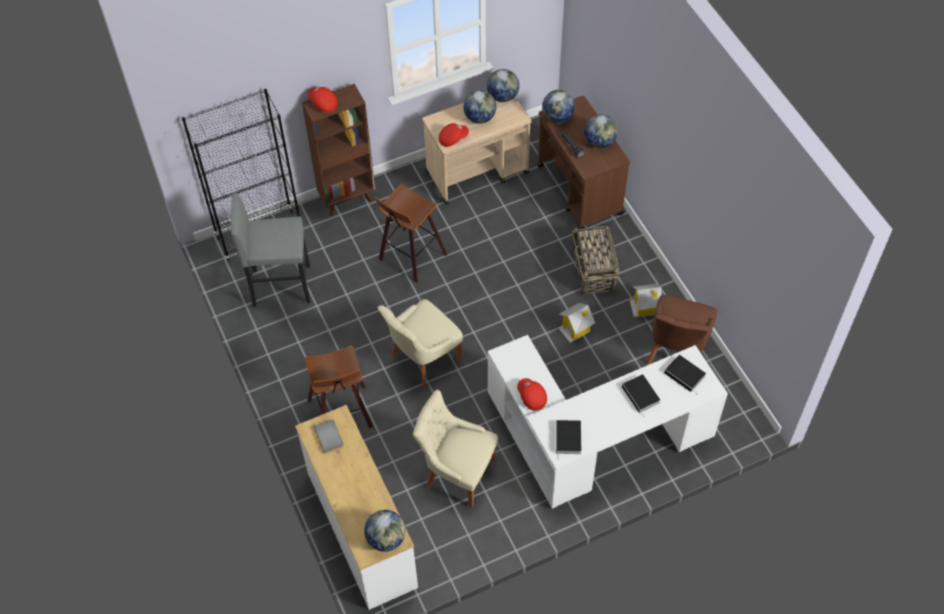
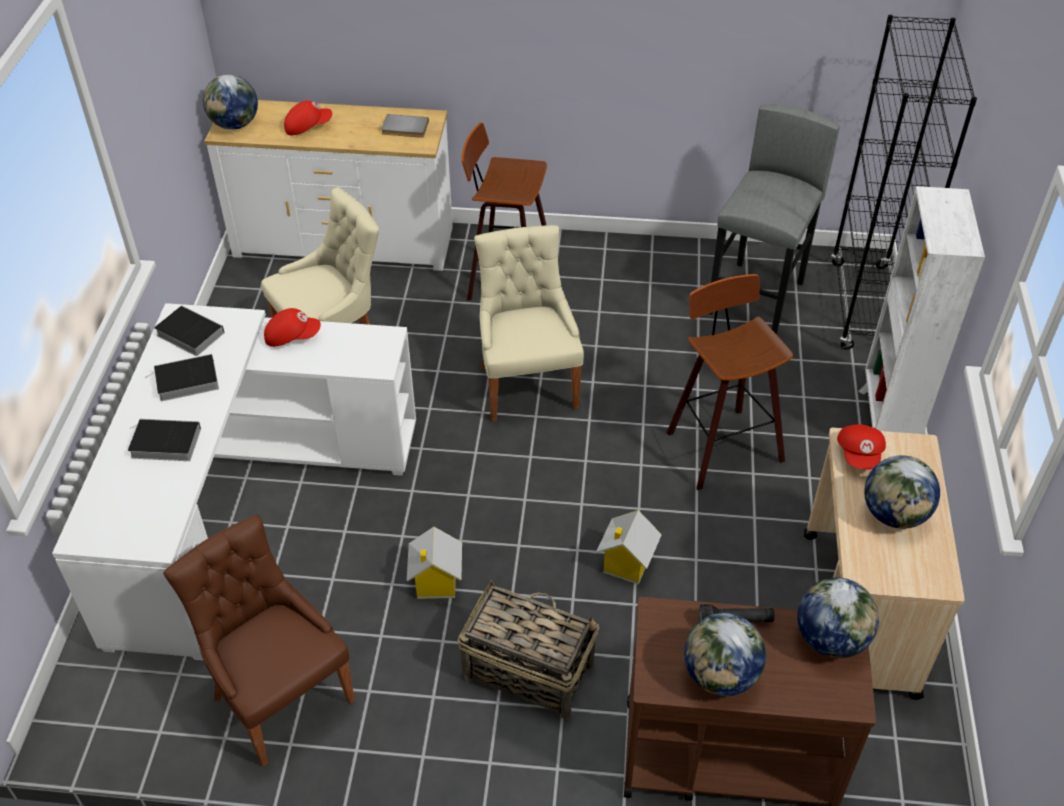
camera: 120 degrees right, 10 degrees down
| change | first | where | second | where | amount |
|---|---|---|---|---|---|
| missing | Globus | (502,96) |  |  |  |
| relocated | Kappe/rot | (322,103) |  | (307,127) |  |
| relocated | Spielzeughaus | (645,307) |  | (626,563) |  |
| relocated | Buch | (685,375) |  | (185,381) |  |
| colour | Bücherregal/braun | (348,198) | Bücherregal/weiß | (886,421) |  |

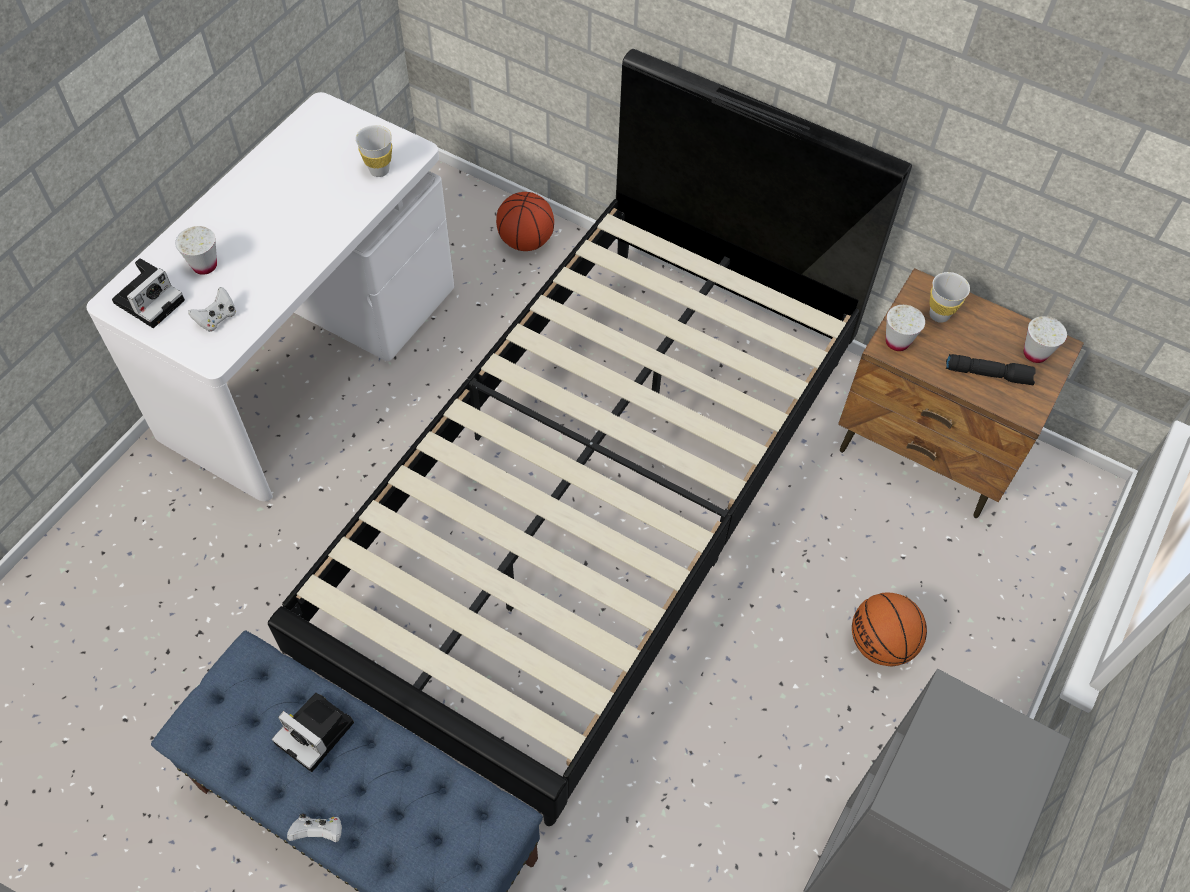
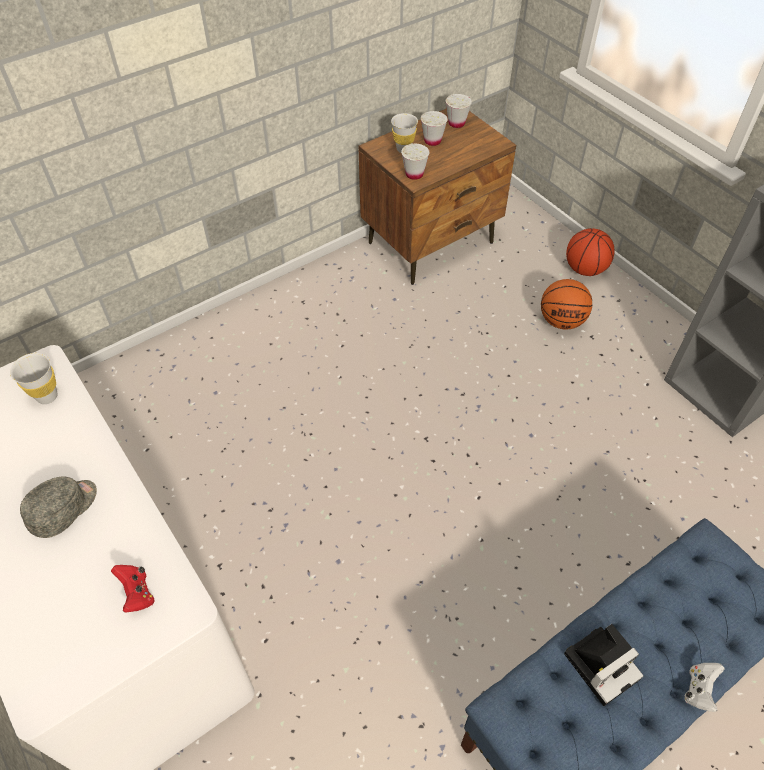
camera: 65 degrees left, 5 degrees down
| change | first | where | second | where | amount |
|---|---|---|---|---|---|
| missing | Kamera | (150,299) |  |  |  |
| missing | Bett/schwarz | (593,500) |  |  |  |
| missing | Taschenlampe/schwarz | (988,374) |  |  |  |
| appeared |  |  | Kappe/grau | (64,509) |  |
| relocated | Tasse/weiß | (205,265) |  | (432,141) |  |
| relocated | Basketball | (526,241) |  | (584,269) |  |
| colour | Gamepad/weiß | (217,318) | Gamepad/rot | (137,593) |  |

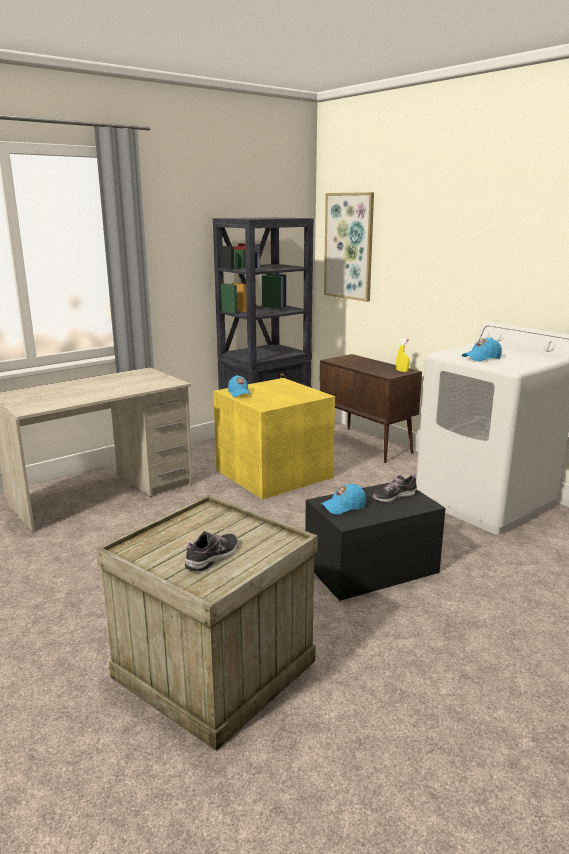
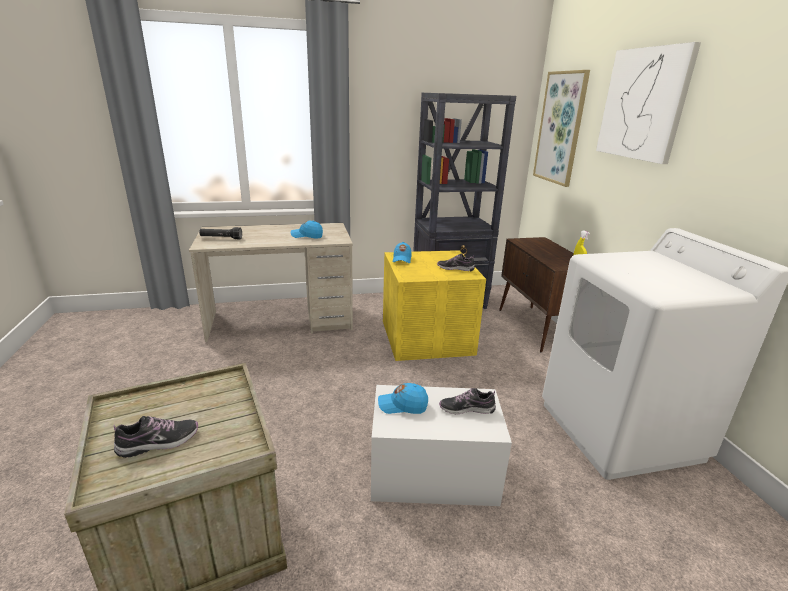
camera: 25 degrees right, 5 degrees up
| change | first | where | second | where | amount |
|---|---|---|---|---|---|
| appeared |  |  | Taschenlampe/schwarz | (221,238) |  |
| appeared |  |  | Schuh | (455,268) |  |
| appeared |  |  | Bild | (643,104) |  |
| relocated | Kappe/blau | (481,358) |  | (307,236) |  |
| colour | Aufbewahrungsbox/schwarz | (371,567) | Aufbewahrungsbox/weiß | (433,472) |  |

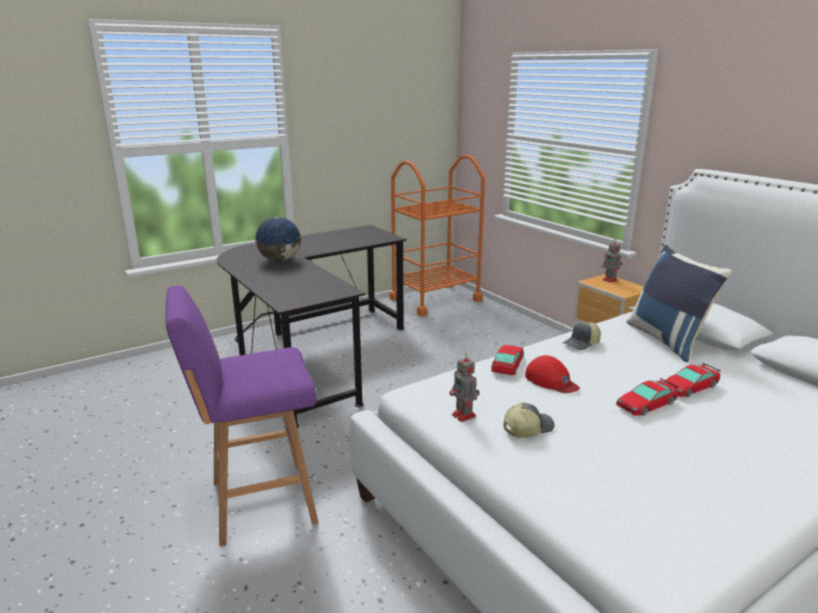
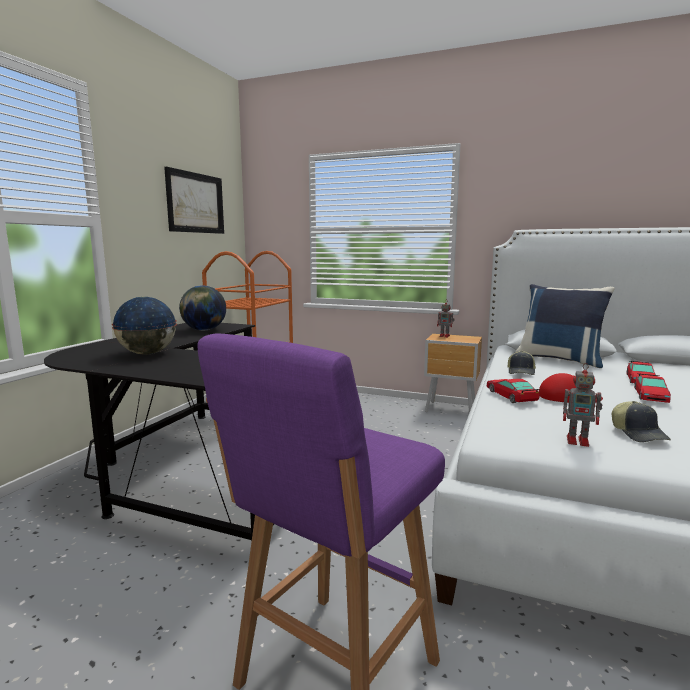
camera: 35 degrees left, 10 degrees down
| change | first | where | second | where | amount |
|---|---|---|---|---|---|
| appeared |  |  | Bild | (195,203) |  |
| appeared |  |  | Globus | (204,330) |  |
| spun | Kappe | (527,428) |  | (639,434) | 150 degrees clockwise |

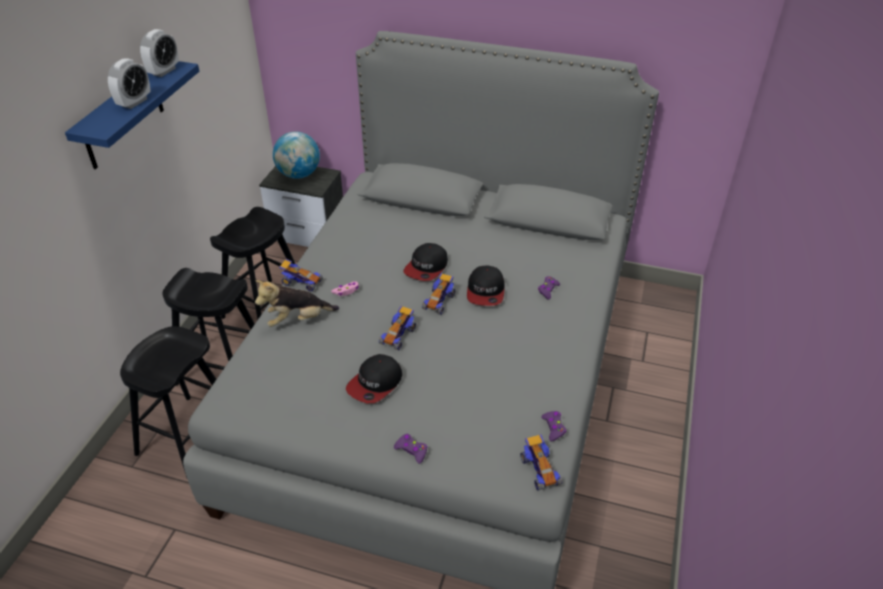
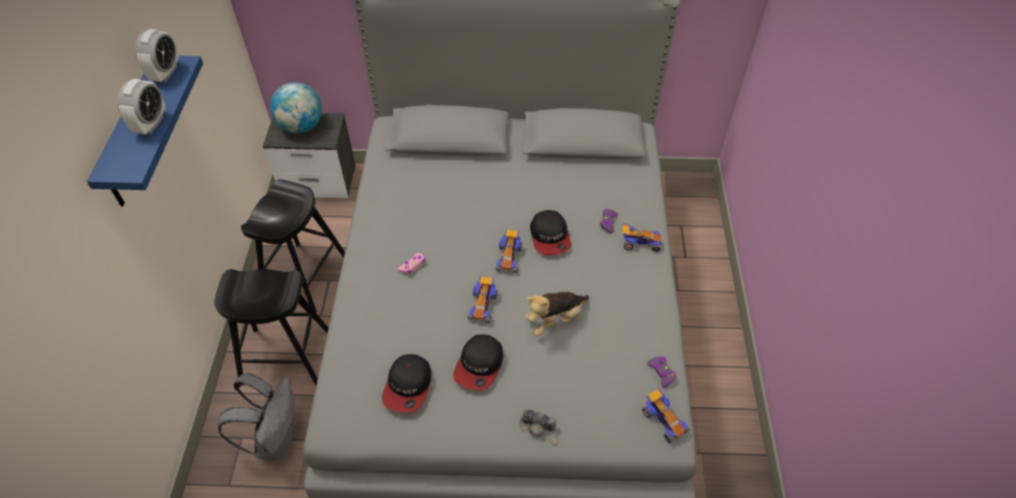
camera: 15 degrees left, 10 degrees up
| change | first | where | second | where | amount |
|---|---|---|---|---|---|
| relocated | Plüschtier | (298,319) |  | (555,319) |  |
| relocated | Spielzeugauto | (301,282) |  | (640,243) |  |
| relocated | Kappe | (426,267) |  | (408,386) |  |
| exchanged | Hocker/schwarz | (188,436) | Rucksack/grau | (276,438) |  |
| exchanged | Gamepad/lila | (411,450) | Kamera | (540,430) |  |

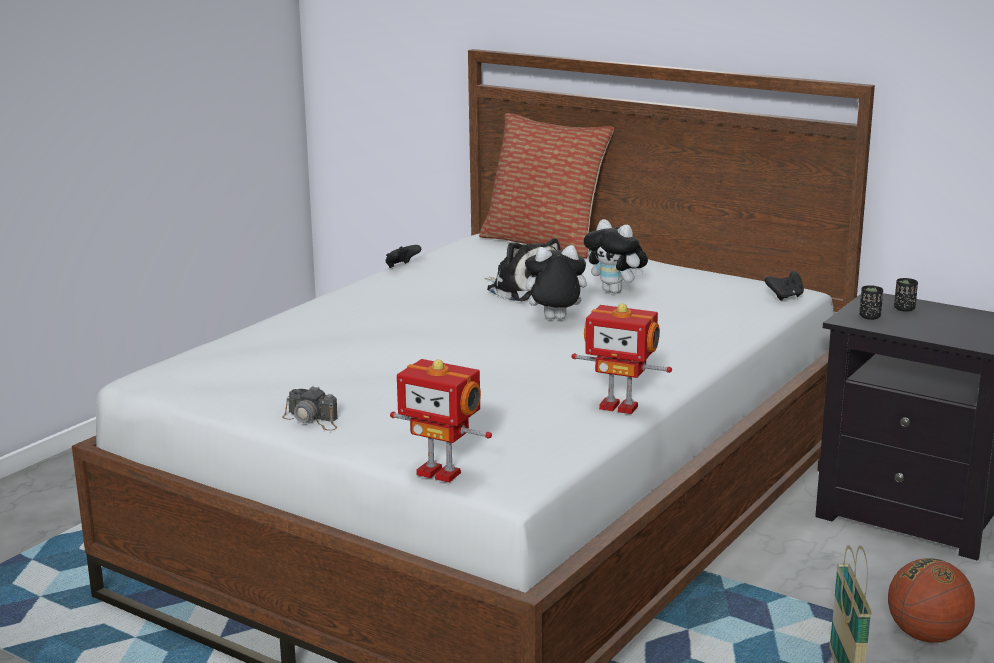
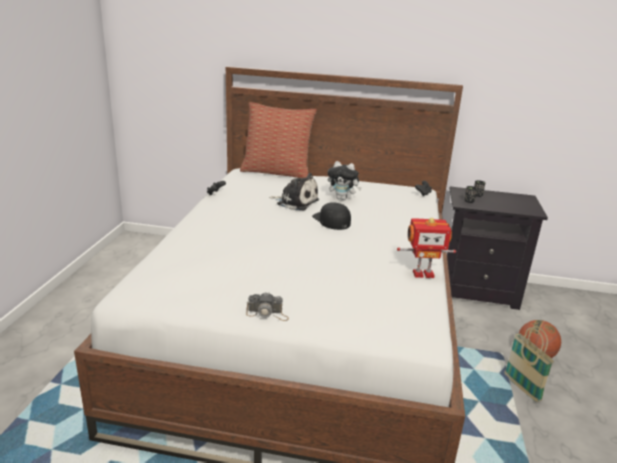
camera: 25 degrees left, 5 degrees up
| change | first | where | second | where | amount |
|---|---|---|---|---|---|
| missing | Spielzeugroboter | (440,472) |  |  |  |
| exchanged | Plüschtier | (554,320) | Kappe/schwarz | (331,220) |  |

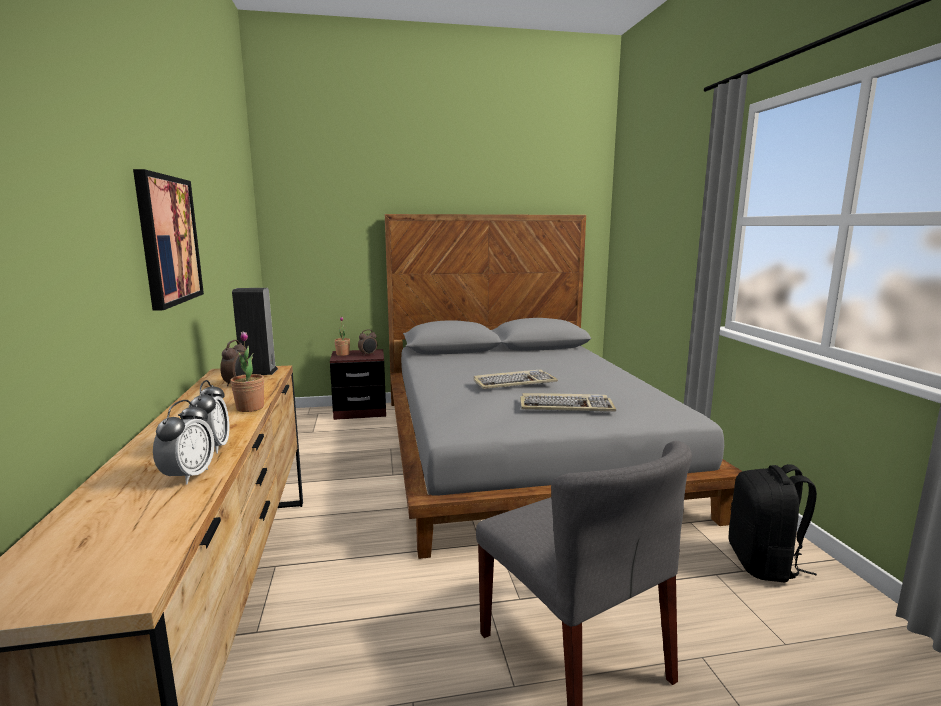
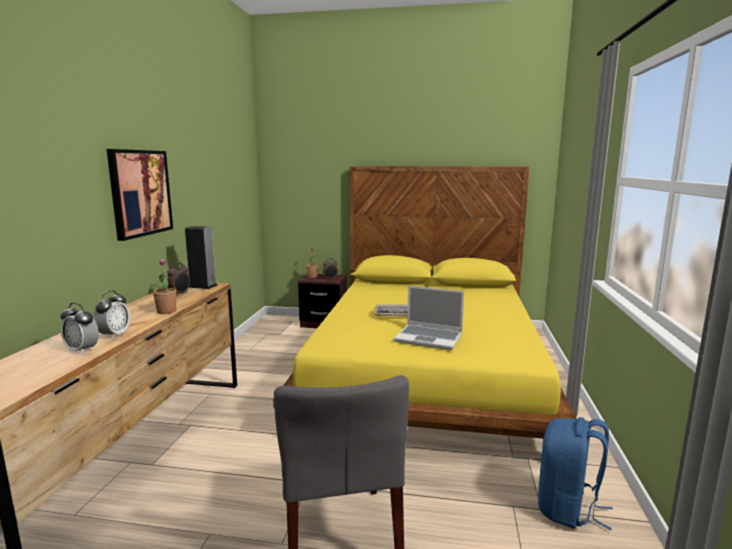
camera: 20 degrees right, 0 degrees up
| change | first | where | second | where | amount |
|---|---|---|---|---|---|
| exchanged | Tastatur | (566,406) | Laptop | (429,338) |  |
| colour | Bett/grau | (521,449) | Bett/gelb | (427,371) |  |
| colour | Rucksack/schwarz | (764,563) | Rucksack/blau | (568,508) |  |
| spun | Wecker | (188,476) |  | (82,350) | 90 degrees clockwise |

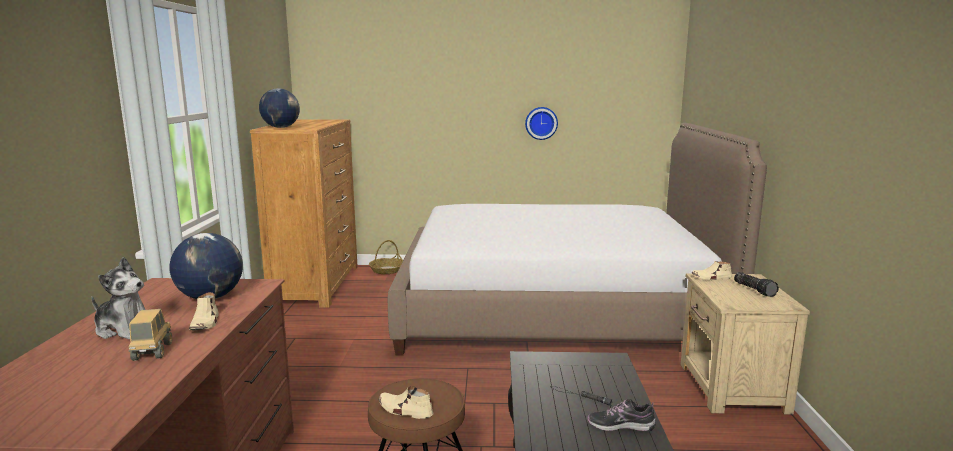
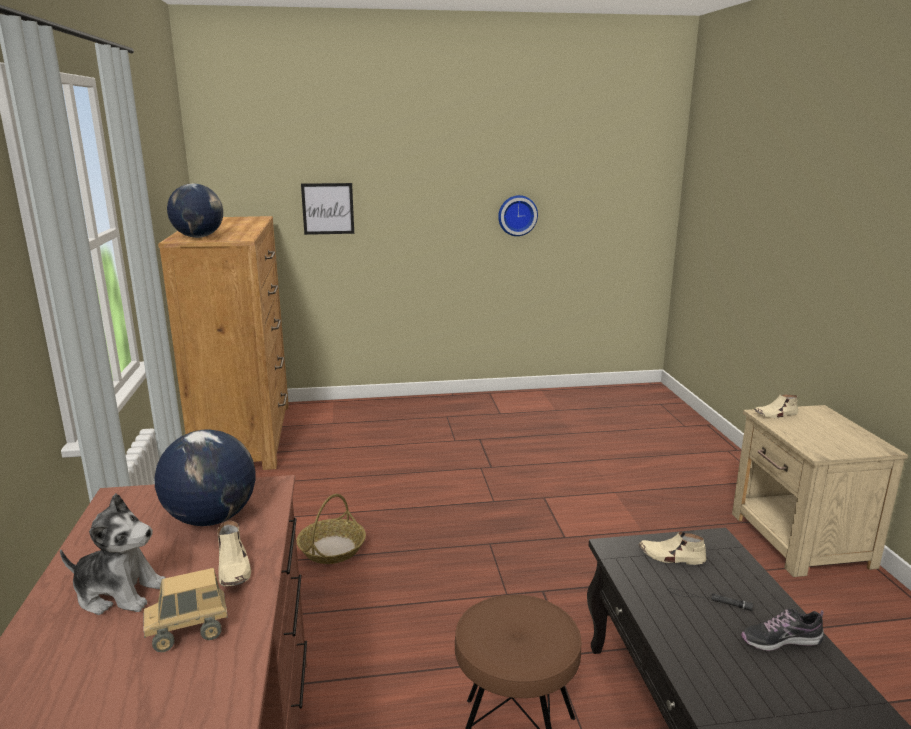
camera: 10 degrees left, 5 degrees up
| change | first | where | second | where | amount |
|---|---|---|---|---|---|
| missing | Bett | (555,311) |  |  |  |
| missing | Taschenlampe | (755,290) |  |  |  |
| appeared |  |  | Bild | (328,208) |  |
| relocated | Korb | (387,270) |  | (332,548) |  |
| relocated | Schuh/beige | (405,410) |  | (671,557) |  |
| spun | Spielzeuglaster | (152,352) |  | (188,633) | 90 degrees counterclockwise |

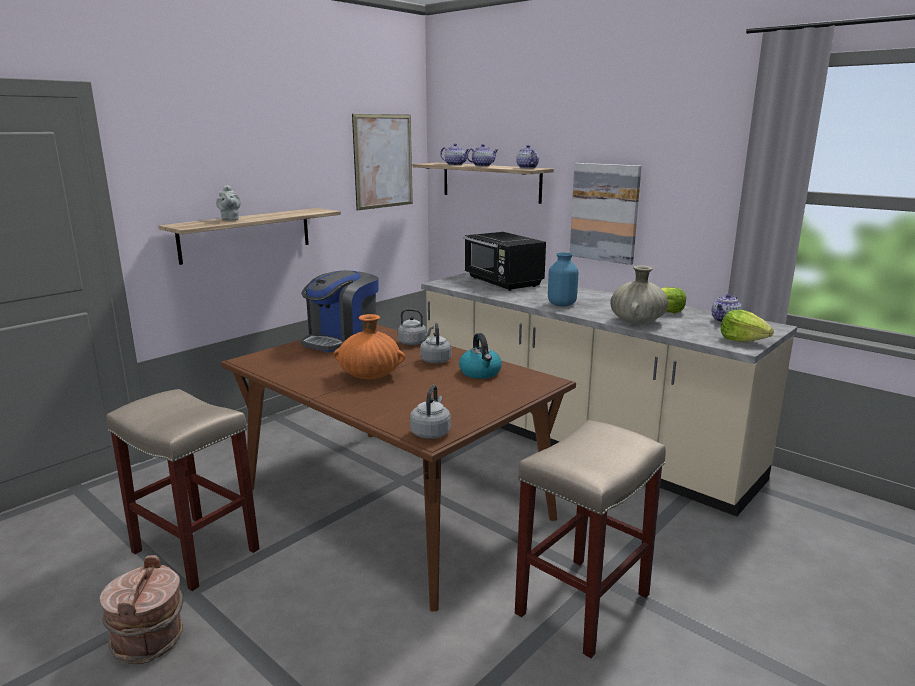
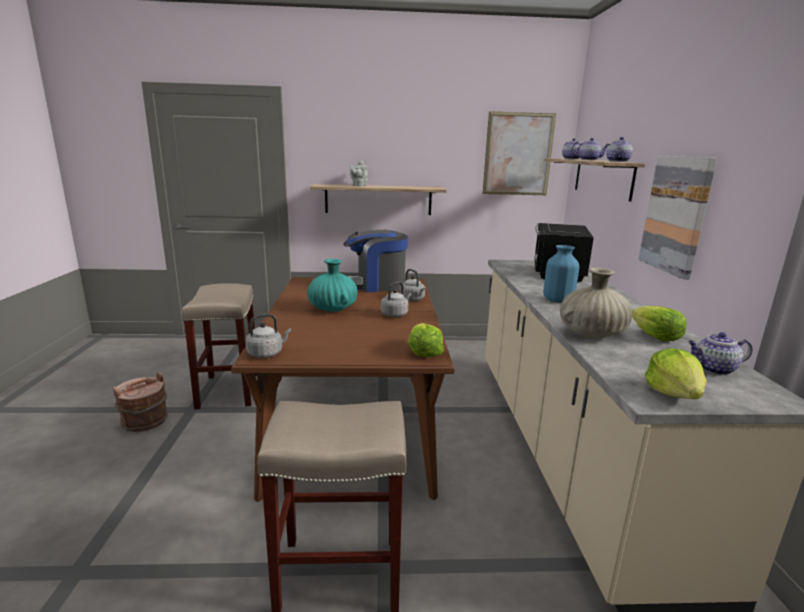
camera: 45 degrees right, 0 degrees up
| change | first | where | second | where | amount |
|---|---|---|---|---|---|
| missing | Wasserkessel | (480,373) |  |  |  |
| appeared |  |  | Salatkopf | (424,352) |  |
| colour | Vase/orange | (370,375) | Vase/türkis | (333,309) |  |

